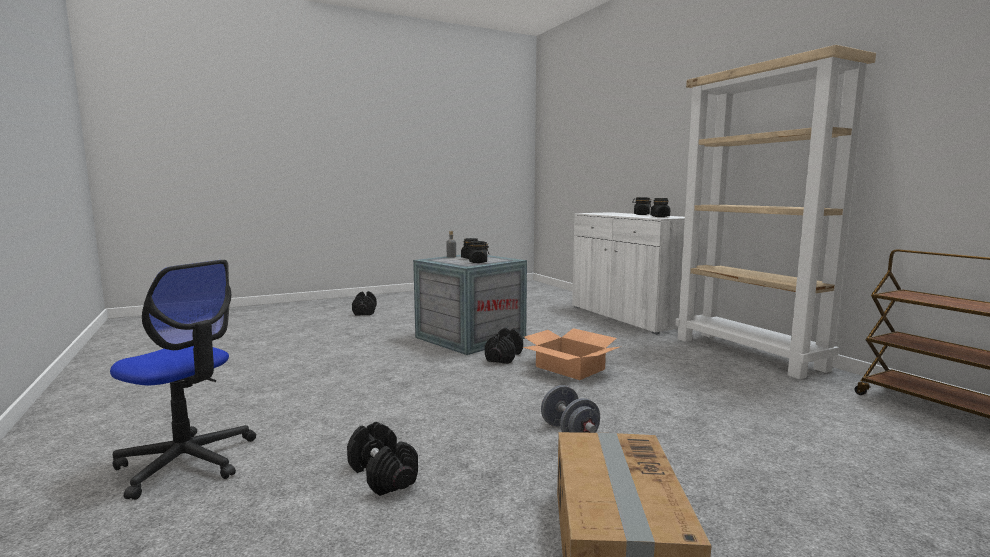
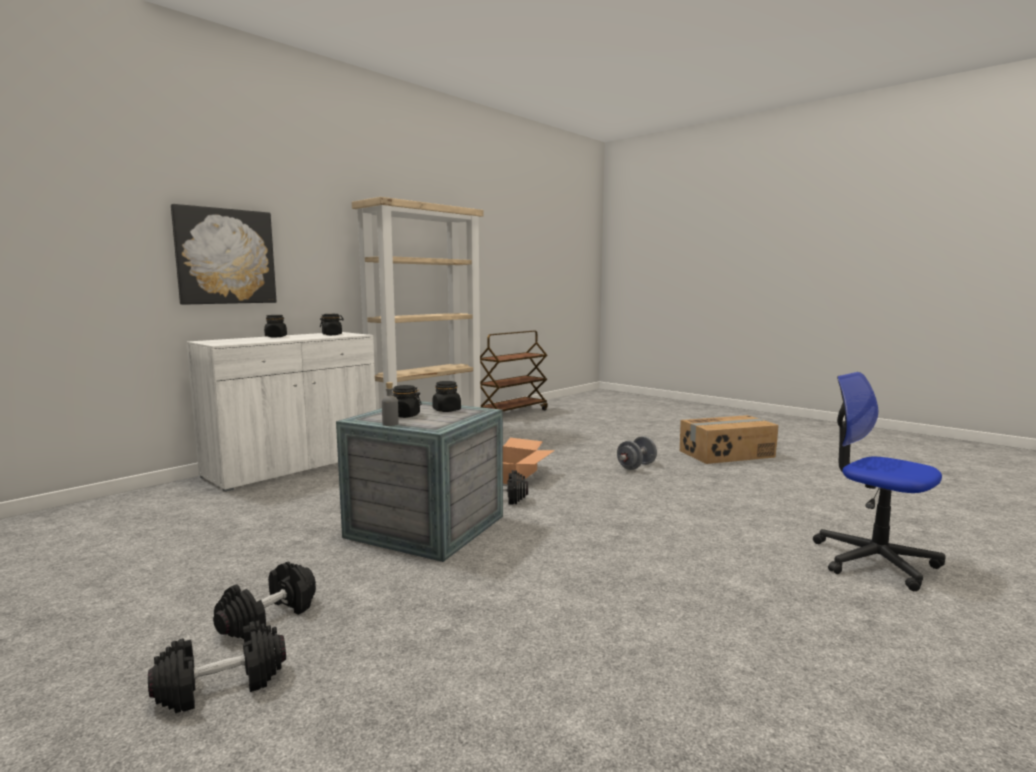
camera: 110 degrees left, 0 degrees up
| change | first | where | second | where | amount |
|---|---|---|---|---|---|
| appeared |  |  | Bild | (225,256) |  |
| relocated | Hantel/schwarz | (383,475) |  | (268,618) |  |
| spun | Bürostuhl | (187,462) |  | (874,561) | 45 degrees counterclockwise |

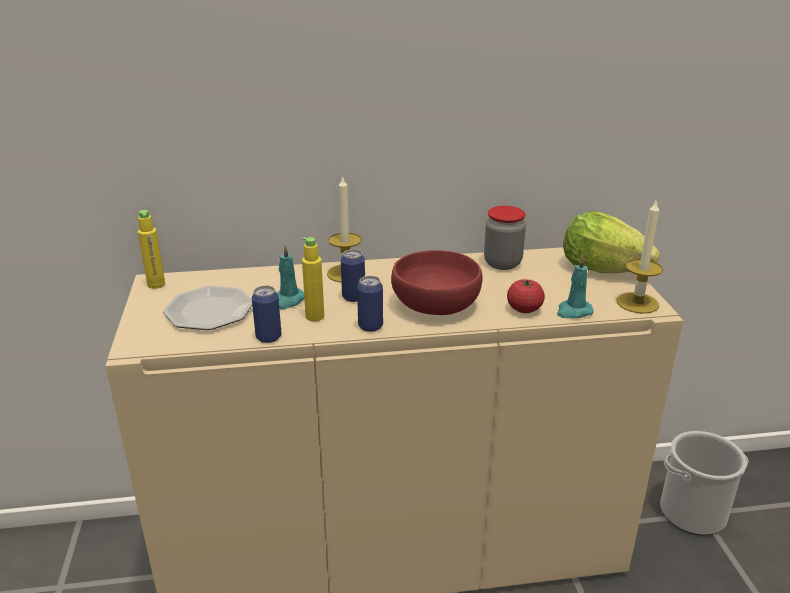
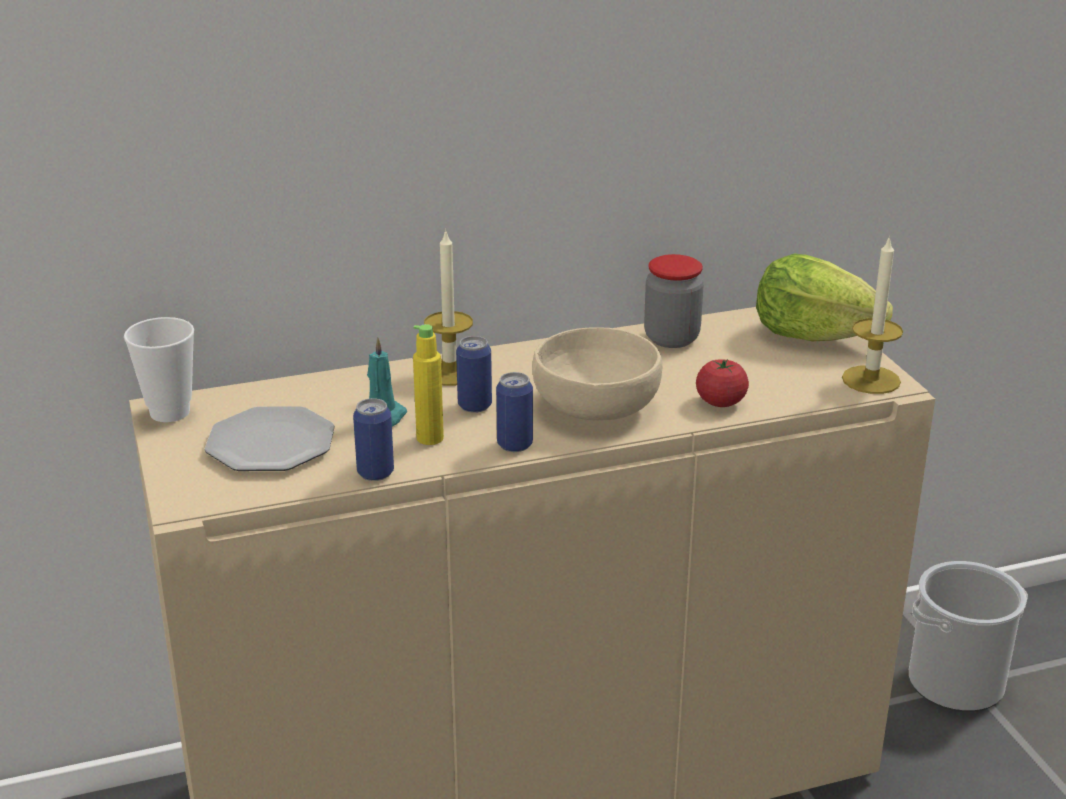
camera: 10 degrees left, 0 degrees up
| change | first | where | second | where | amount |
|---|---|---|---|---|---|
| missing | Kerze/türkis | (573,311) |  |  |  |
| exchanged | Flasche/gelb | (156,284) | Tasse | (170,412) |  |
| colour | Schüssel/rot | (437,305) | Schüssel/beige | (597,407) |  |

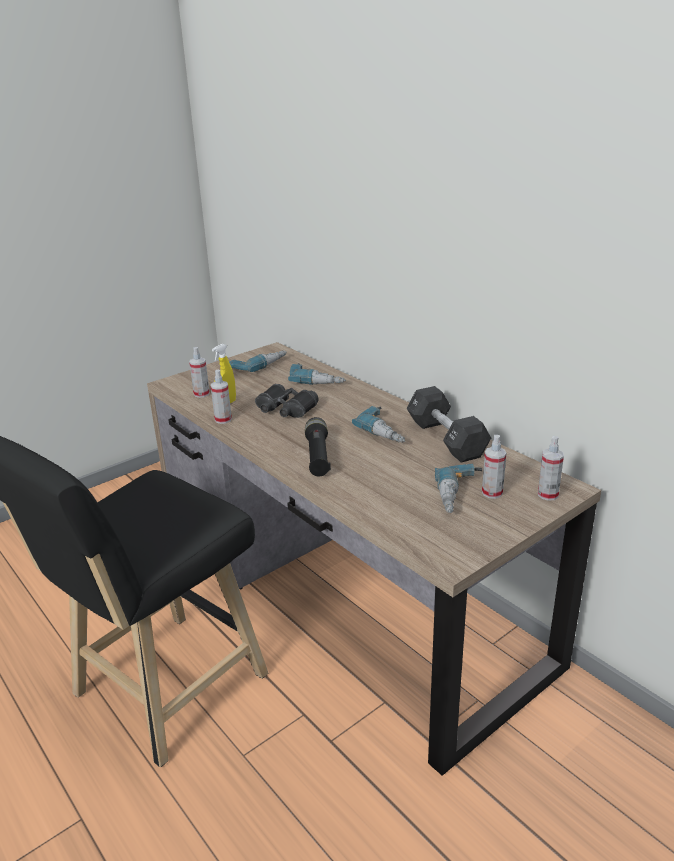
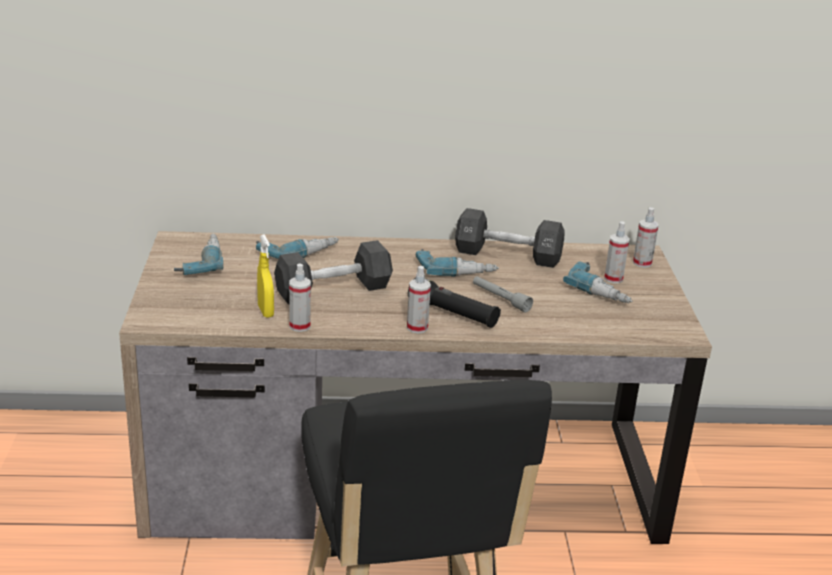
camera: 55 degrees left, 0 degrees up
| change | first | where | second | where | amount |
|---|---|---|---|---|---|
| appeared |  |  | Taschenlampe/grau | (500,299) |  |
| relocated | Sprühflasche | (201,394) |  | (417,327) |  |
| exchanged | Fernglas/schwarz | (285,409) | Hantel/schwarz | (333,290) |  |

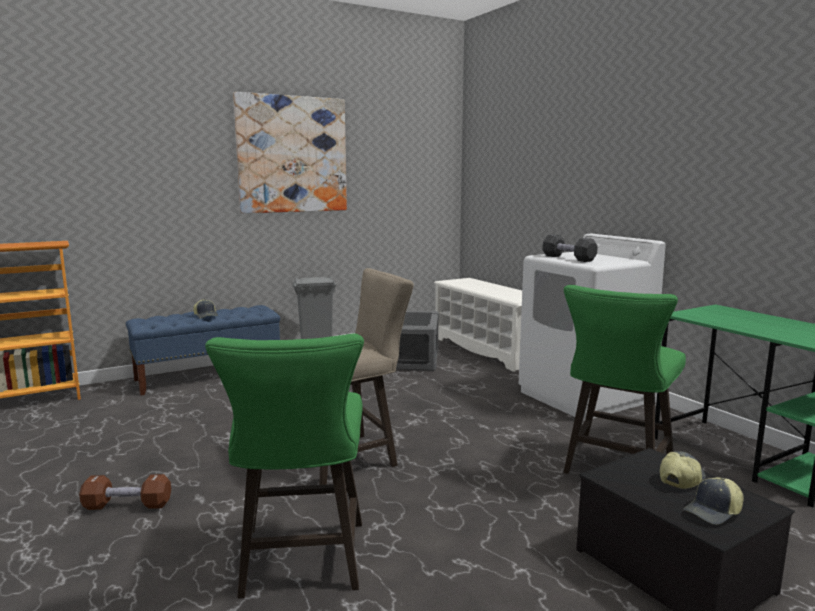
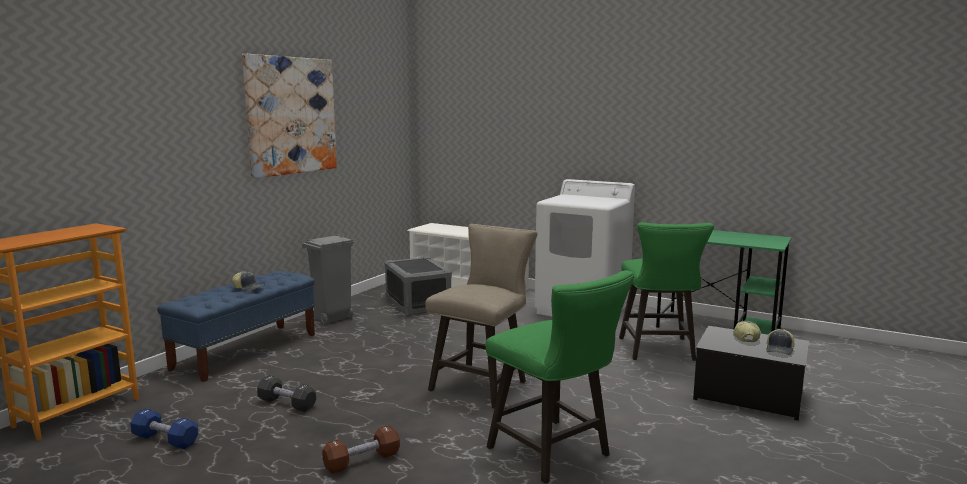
camera: 30 degrees left, 0 degrees up
| change | first | where | second | where | amount |
|---|---|---|---|---|---|
| appeared |  |  | Hantel/blau | (165,440) |  |
| relocated | Hantel/schwarz | (568,258) |  | (287,404) |  |

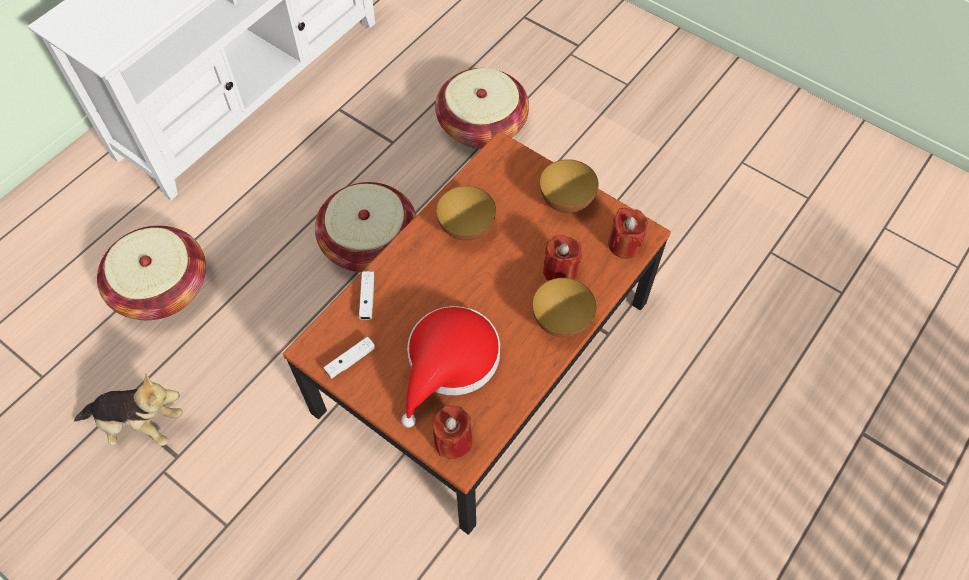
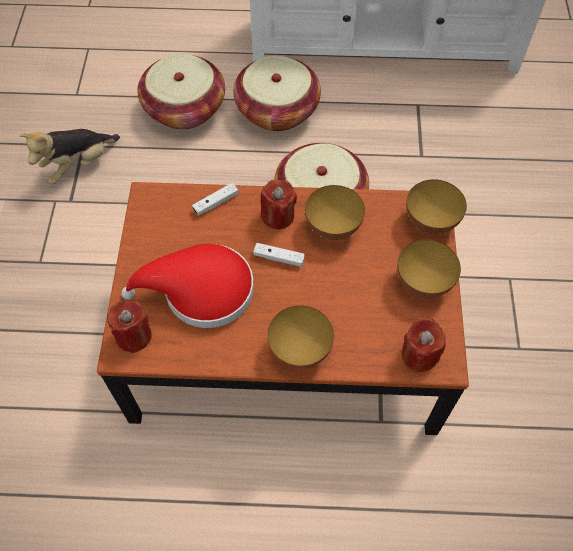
camera: 55 degrees right, 0 degrees up
| change | first | where | second | where | amount |
|---|---|---|---|---|---|
| appeared |  |  | Schüssel | (430,222) |  |
| relocated | Gamepad/weiß | (350,360) |  | (279,258) |  |
| relocated | Korb | (482,125) |  | (277,110) |  |
| relocated | Kerze/rot | (560,271) |  | (278,216) |  |
| spun | Plüschtier | (139,424) |  | (78,165) | 75 degrees clockwise |

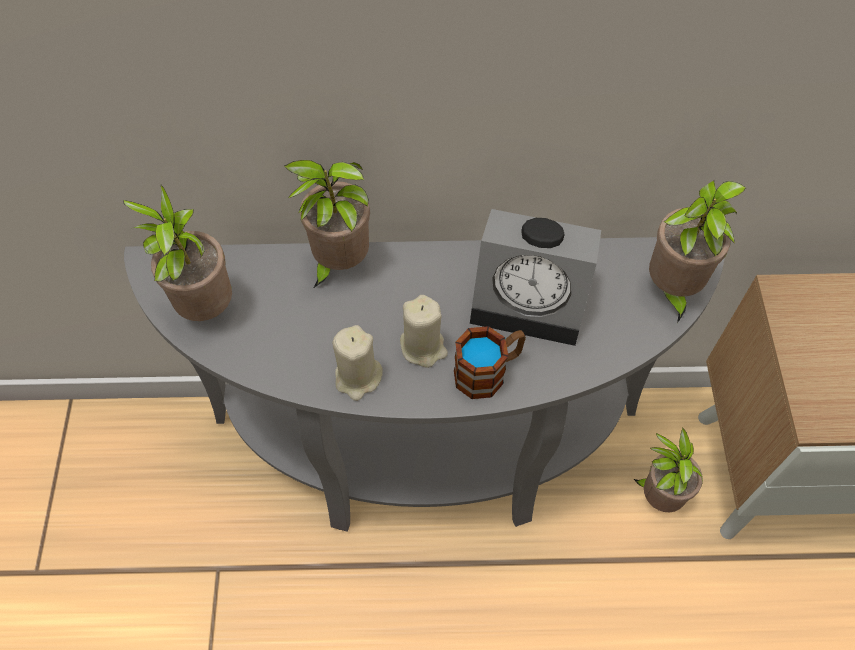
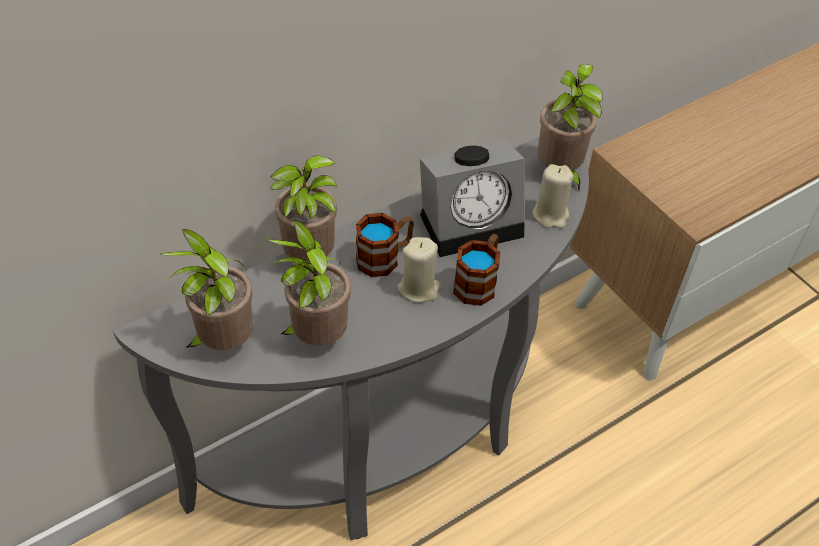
camera: 35 degrees left, 10 degrees down
| change | first | where | second | where | amount |
|---|---|---|---|---|---|
| appeared |  |  | Henkelbecher | (385,257) |  |
| relocated | Kerze/beige | (358,377) |  | (550,215) |  |
| relocated | Topfpflanze | (658,495) |  | (316,337) |  |

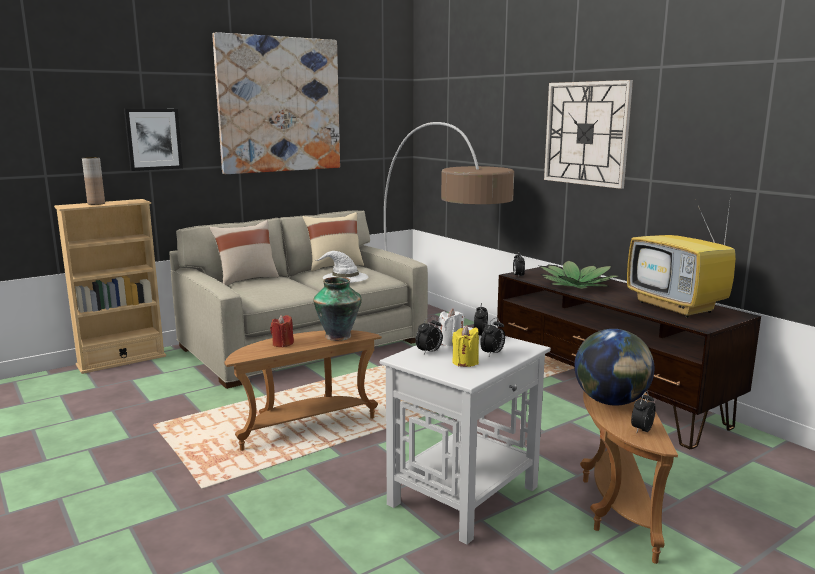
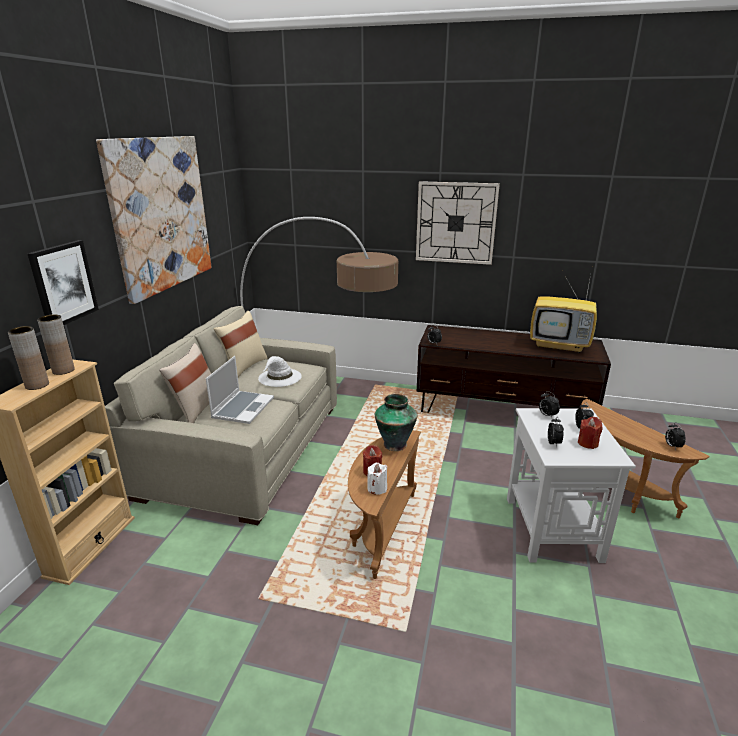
camera: 40 degrees left, 10 degrees up
| change | first | where | second | where | amount |
|---|---|---|---|---|---|
| missing | Topfpflanze | (577,285) |  |  |  |
| missing | Globus | (611,402) |  |  |  |
| appeared |  |  | Vase/braun | (63,370) |  |
| appeared |  |  | Laptop | (243,408) |  |
| relocated | Kerze/weiß | (451,342) |  | (377,488) |  |
| colour | Kerze/gelb | (465,362) | Kerze/rot | (587,443) |  |

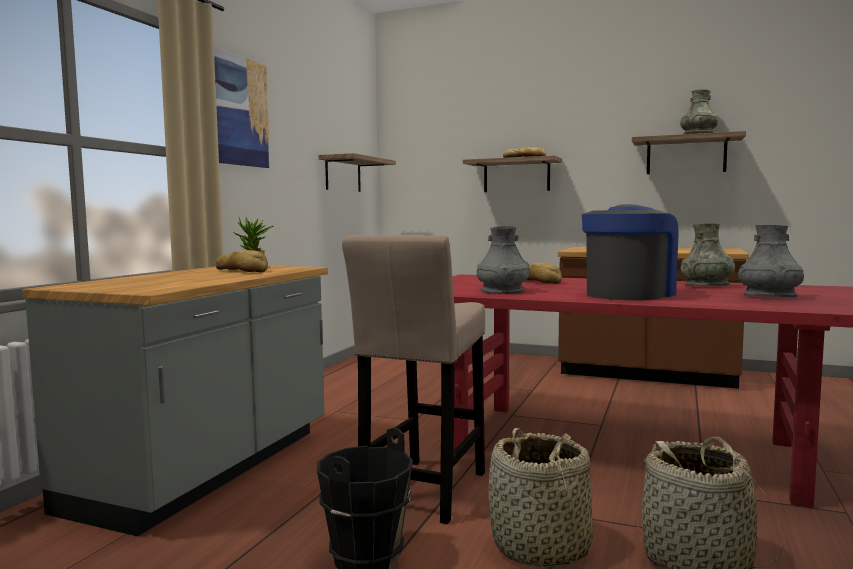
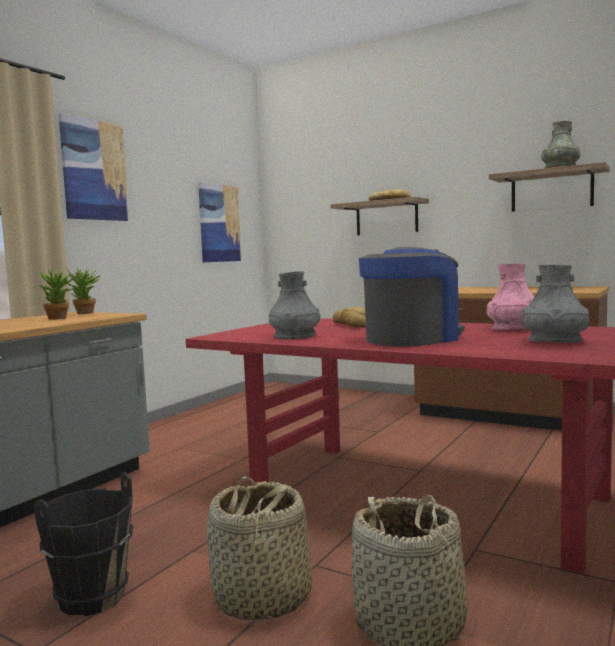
camera: 10 degrees right, 0 degrees up
| change | first | where | second | where | amount |
|---|---|---|---|---|---|
| missing | Hocker/beige | (422,493) |  |  |  |
| exchanged | Brot | (242,271) | Topfpflanze | (60,318) |  |
| exchanged | Wandregal | (343,174) | Bild | (219,223) |  |
| colour | Vase/grau | (707,286) | Vase/rosa | (514,329) |  |

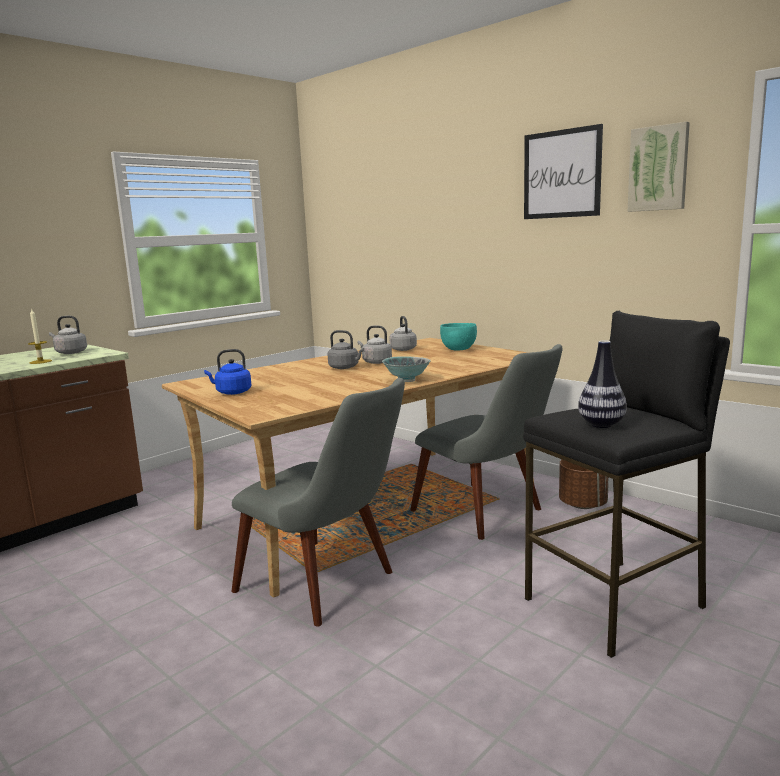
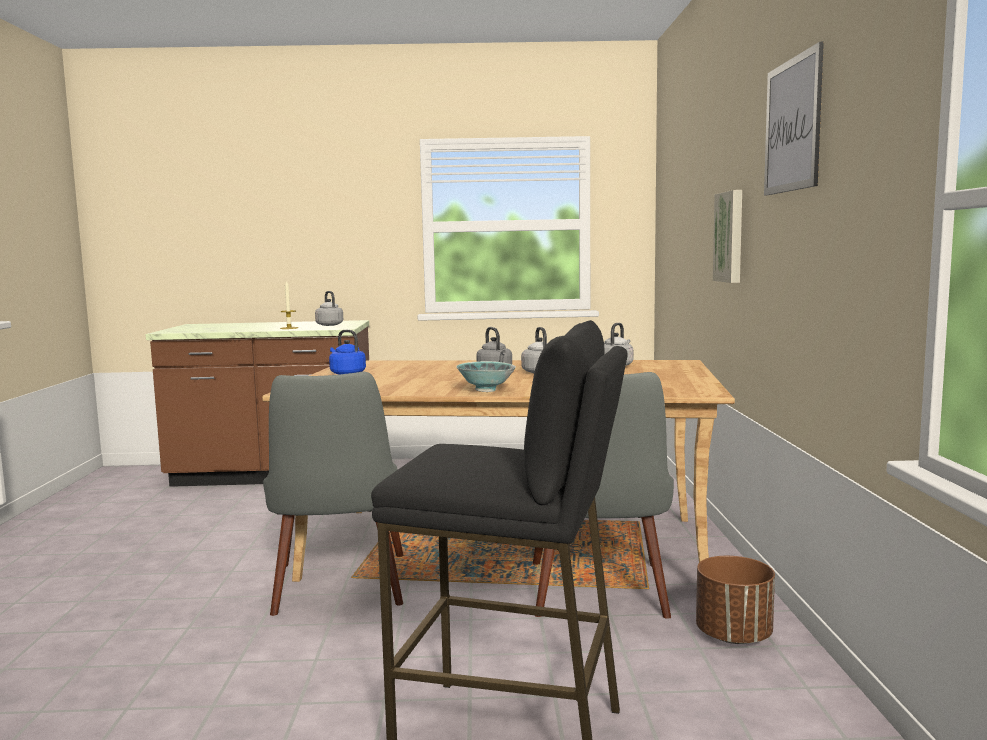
camera: 45 degrees right, 5 degrees down
| change | first | where | second | where | amount |
|---|---|---|---|---|---|
| missing | Schüssel/türkis | (458,350) |  |  |  |
| missing | Vase | (601,425) |  |  |  |
| relocated | Bild | (658,168) |  | (731,237) |  |

